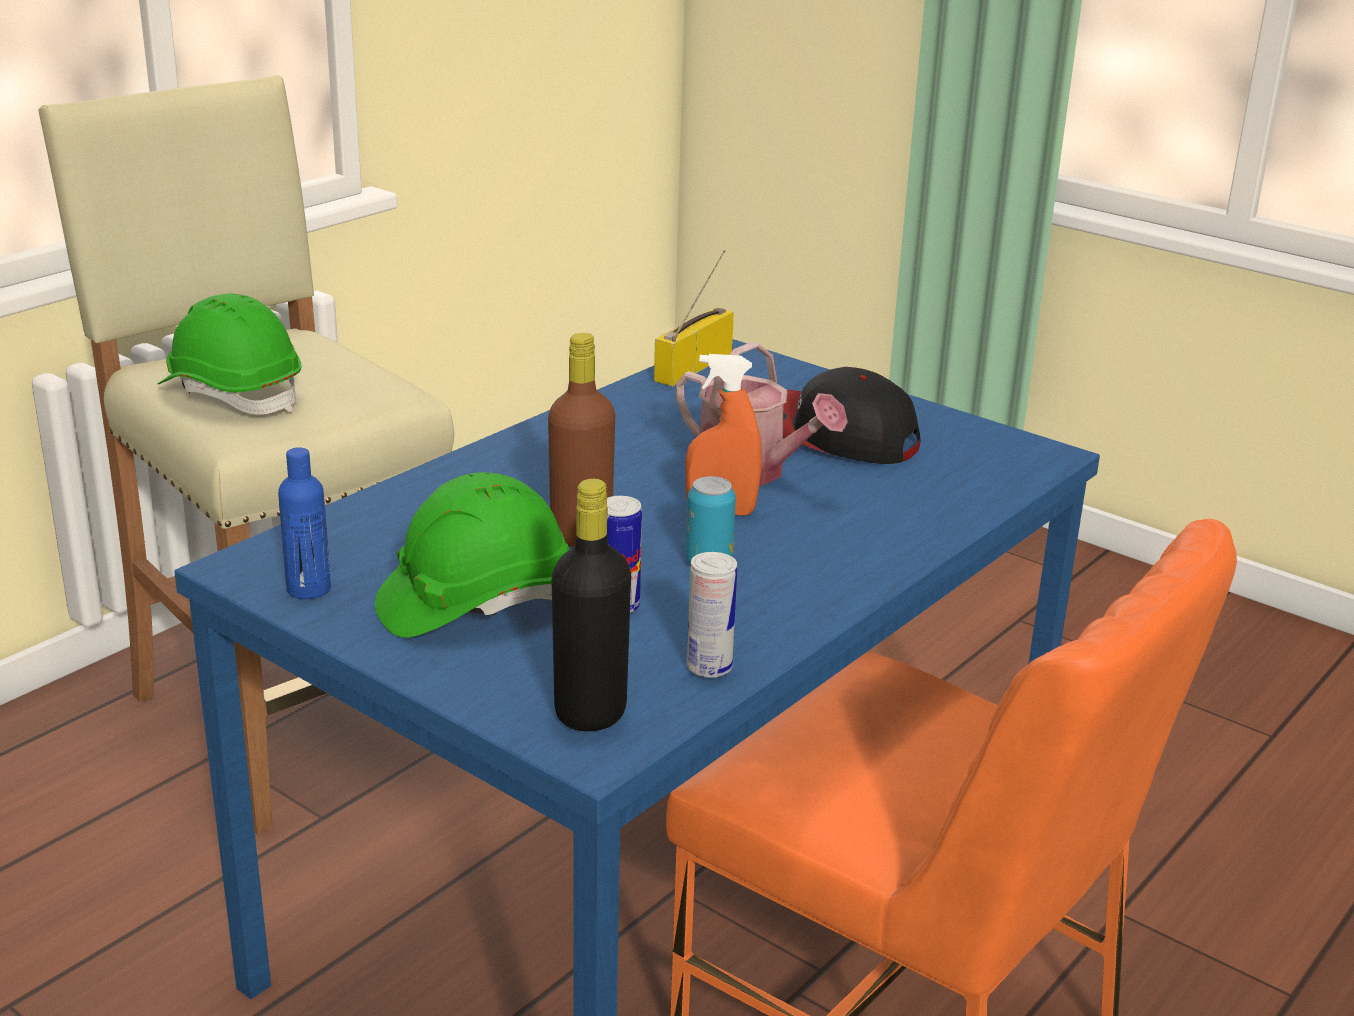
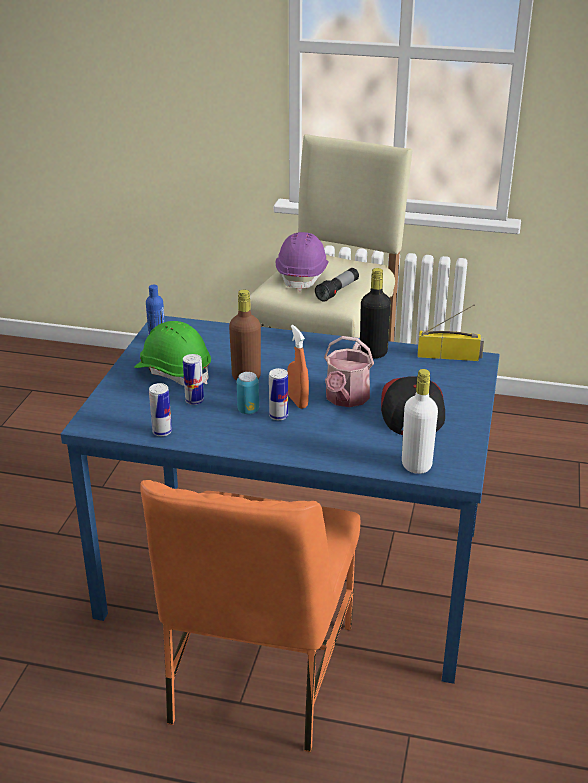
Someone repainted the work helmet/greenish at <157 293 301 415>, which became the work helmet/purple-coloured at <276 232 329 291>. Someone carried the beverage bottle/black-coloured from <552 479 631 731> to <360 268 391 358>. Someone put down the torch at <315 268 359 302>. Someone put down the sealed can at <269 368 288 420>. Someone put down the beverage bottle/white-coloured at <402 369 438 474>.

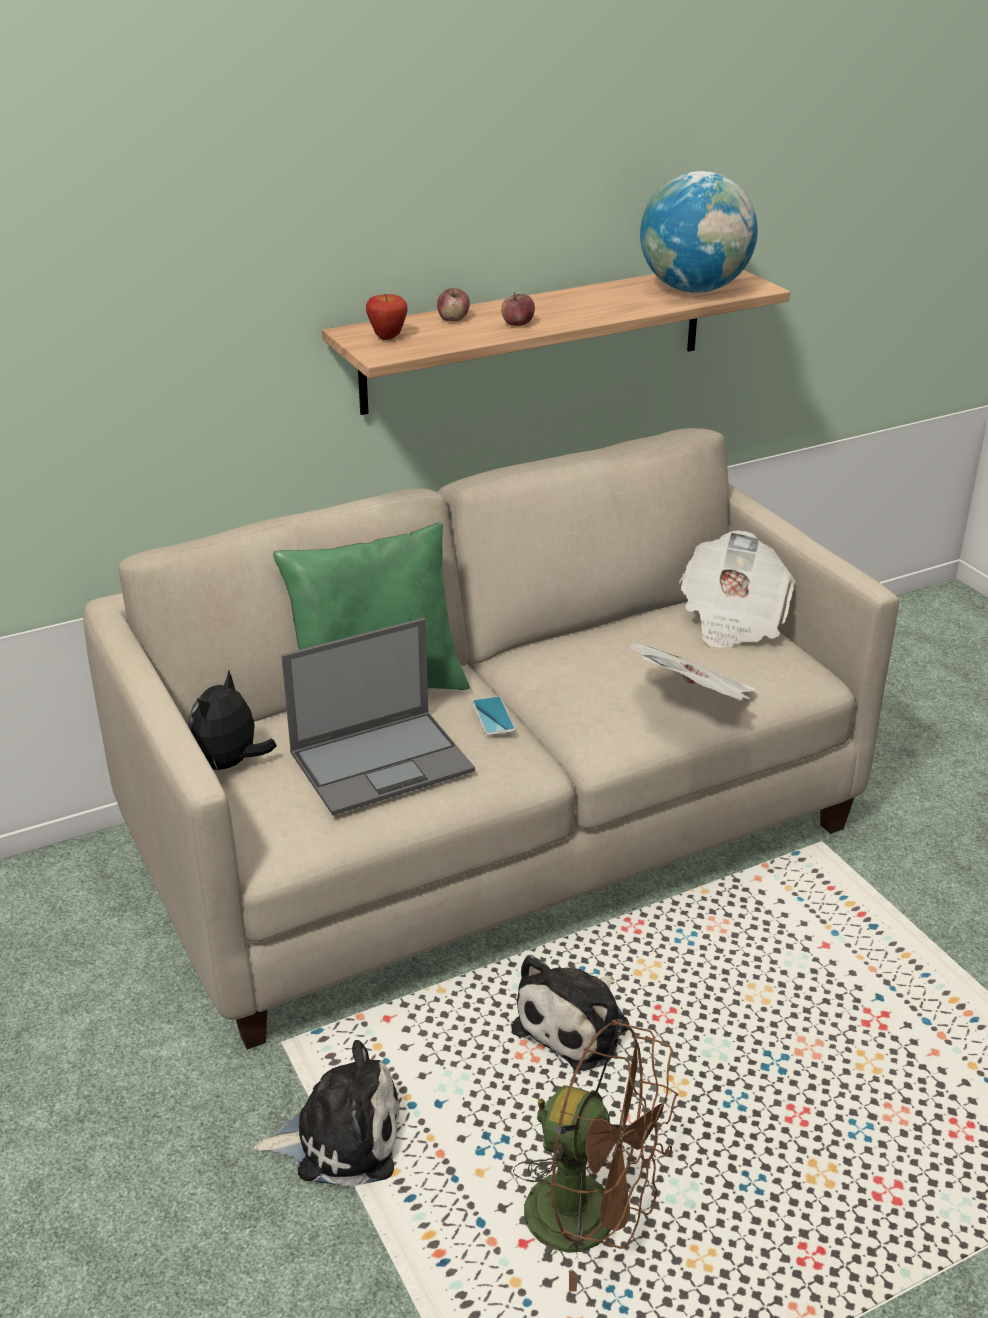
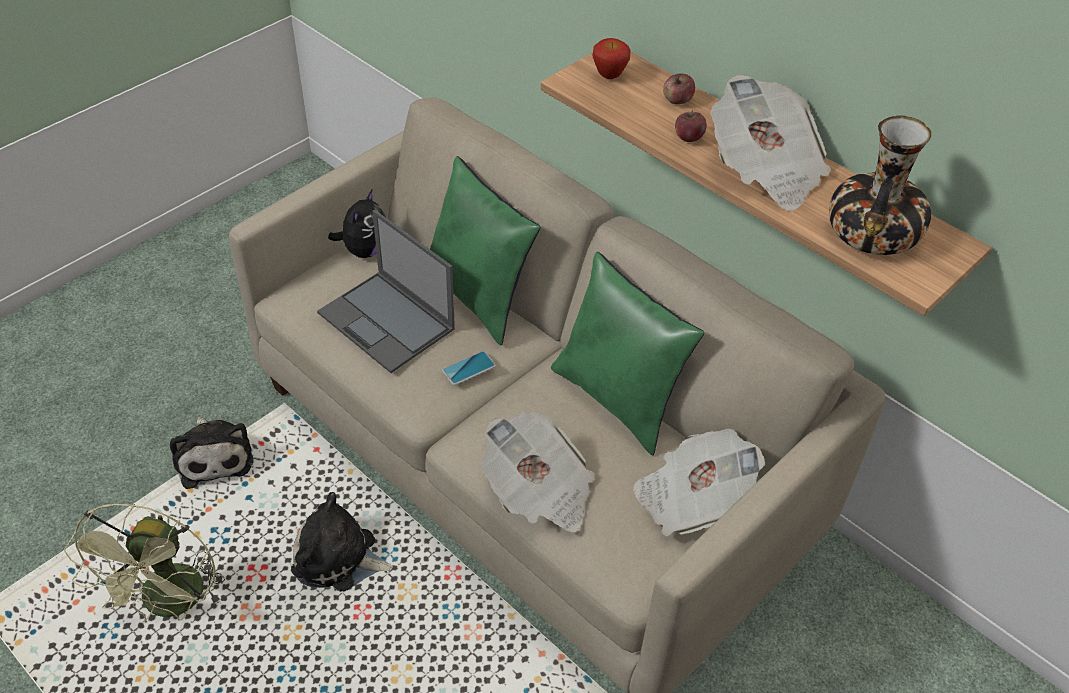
Someone swapped the desk globe at <640 171 758 293> for the decorative vase at <829 115 932 255>. Someone rotated the cuddly toy at <188 670 277 772> by 105 degrees clockwise. Someone repainted the fan/brownish at <513 1019 678 1292>, which became the fan/greenish at <64 504 225 623>. Someone put down the newspaper at <711 74 831 211>. Someone put down the throw pillow/greenish at <551 252 704 456>.

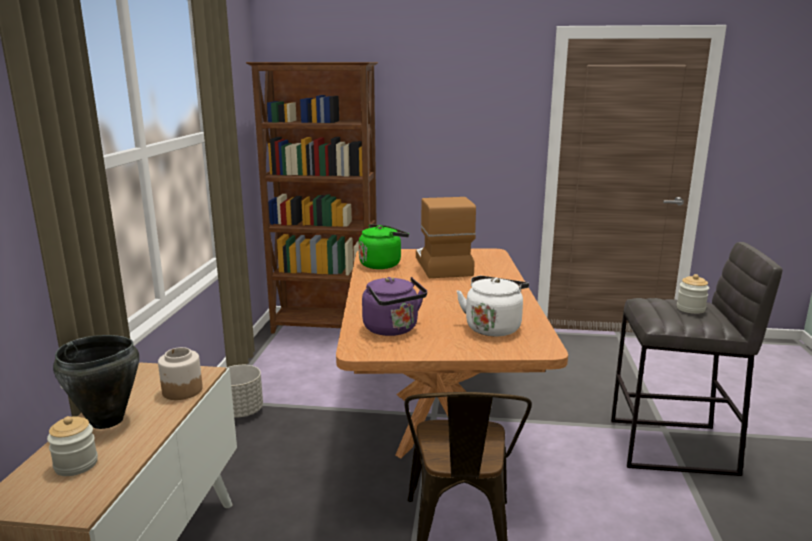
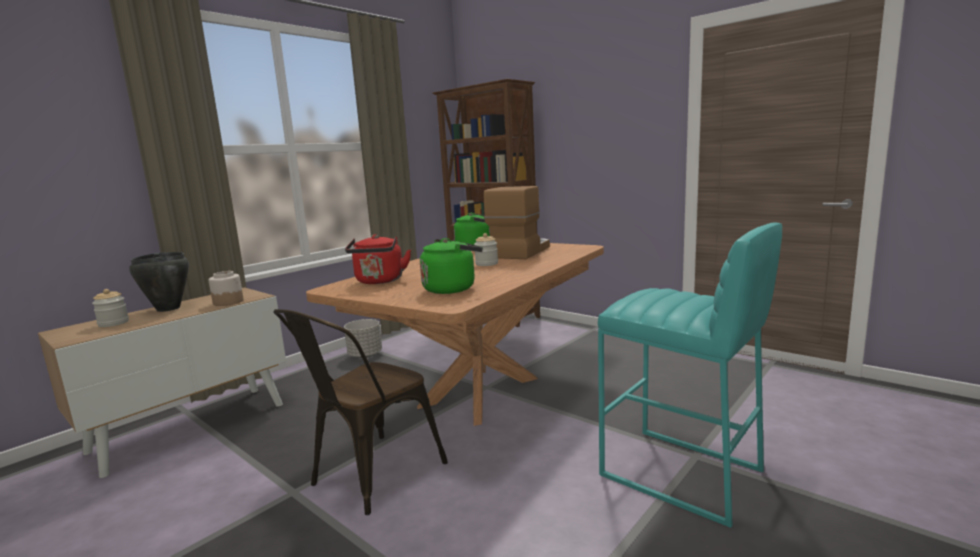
Someone repainted the stool/grey at <611 242 783 476>, which became the stool/turquoise-coloured at <598 223 782 528>. Someone carried the jar from <677 274 709 314> to <474 233 498 266>. Someone repainted the tea kettle/white-coloured at <457 276 529 336>, which became the tea kettle/greenish at <420 238 483 294>. Someone repainted the tea kettle/purple-coloured at <362 277 427 336>, which became the tea kettle/red at <345 234 411 284>.

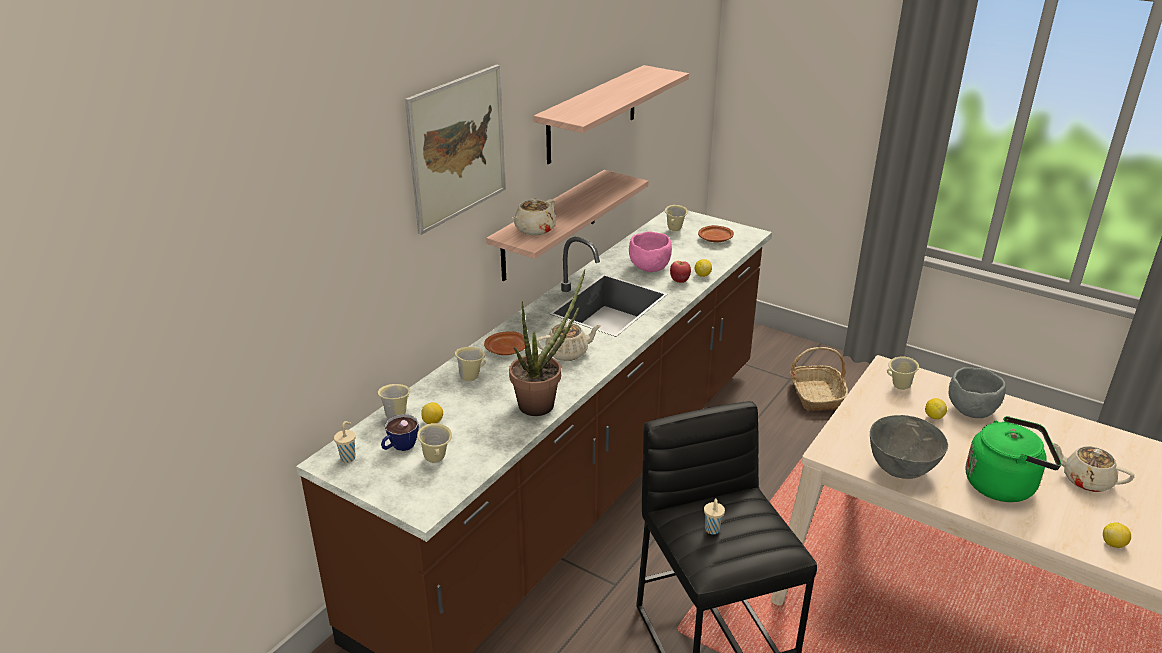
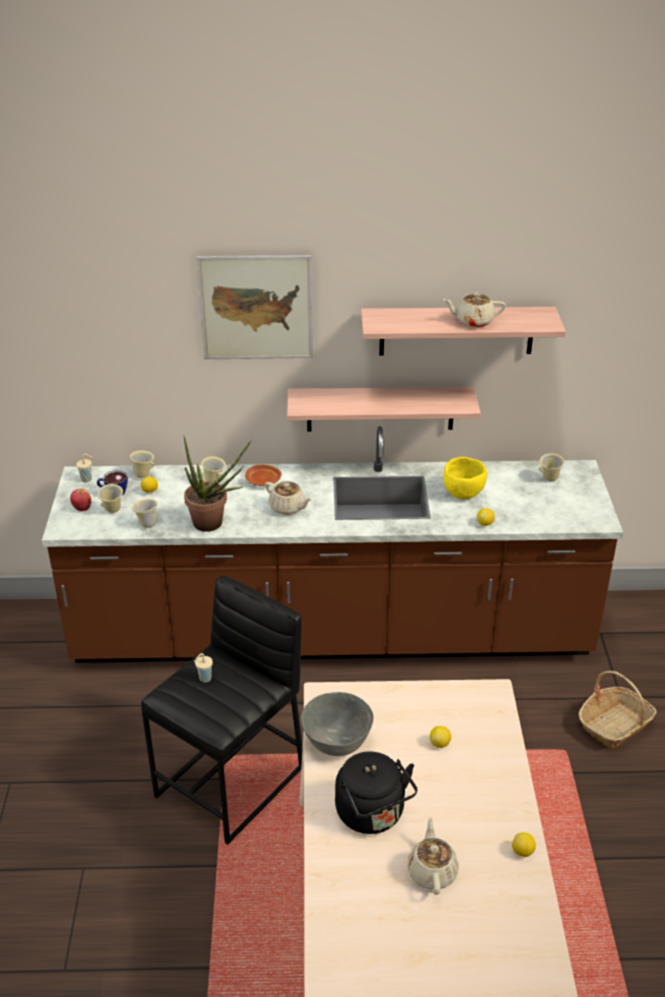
Someone carried the pot for tea/beige from <512 198 556 236> to <443 292 506 327>. Someone took away the plate/brownish at <698 225 734 242>. Someone repainted the serving bowl/pink at <629 231 672 272>, which became the serving bowl/yellow at <443 457 487 499>. Someone carried the apple from <670 261 691 283> to <70 488 91 511>. Someone carried the mug/beige from <887 356 919 390> to <132 498 157 528>. Someone took away the serving bowl/grey at <948 367 1006 418>. Someone repainted the tea kettle/greenish at <965 416 1062 502>, which became the tea kettle/black-coloured at <335 751 417 834>. Someone carried the whole lemon from <1103 522 1131 548> to <512 832 536 857>.

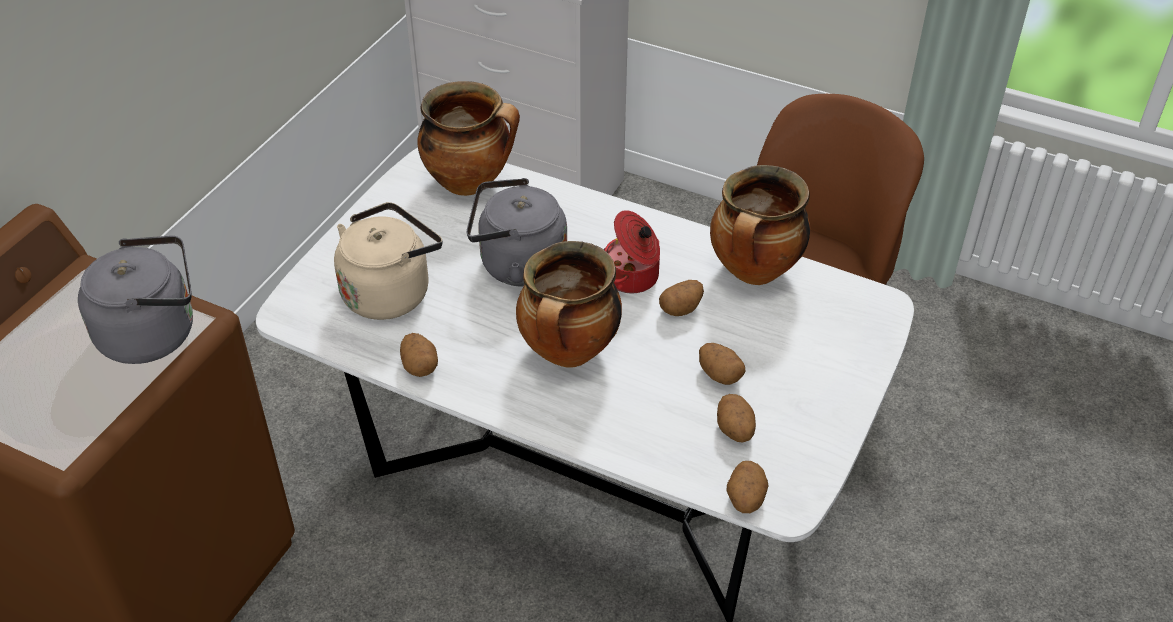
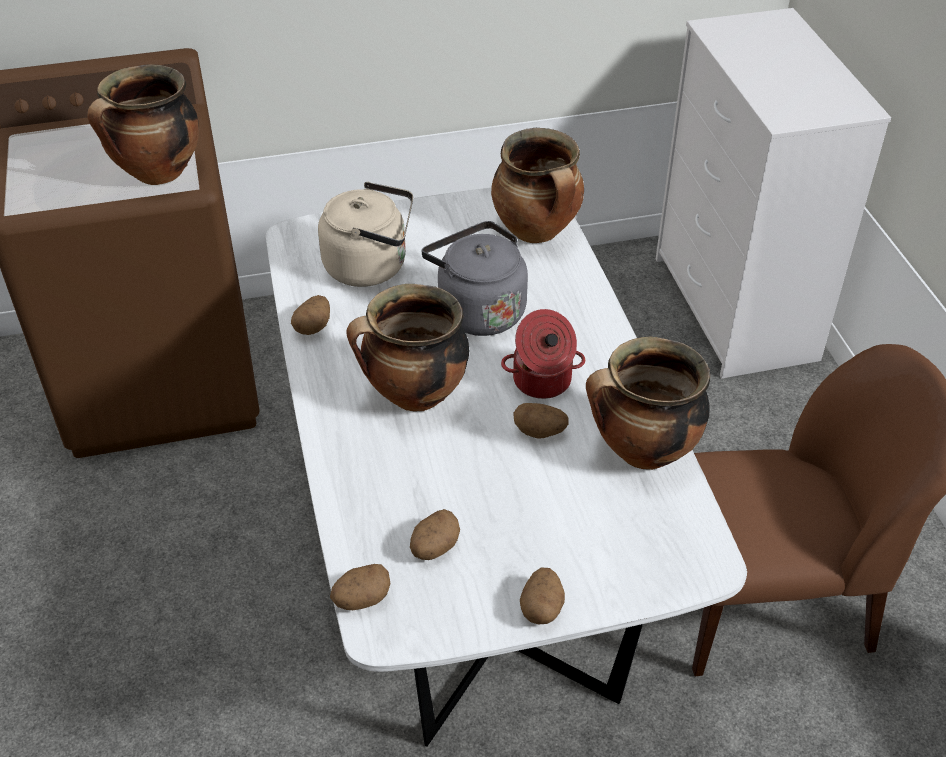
Someone swapped the tea kettle/grey at <78 236 193 364> for the stockpot at <87 64 199 185>. Someone carried the whole potato from <699 343 746 385> to <520 567 565 624>.

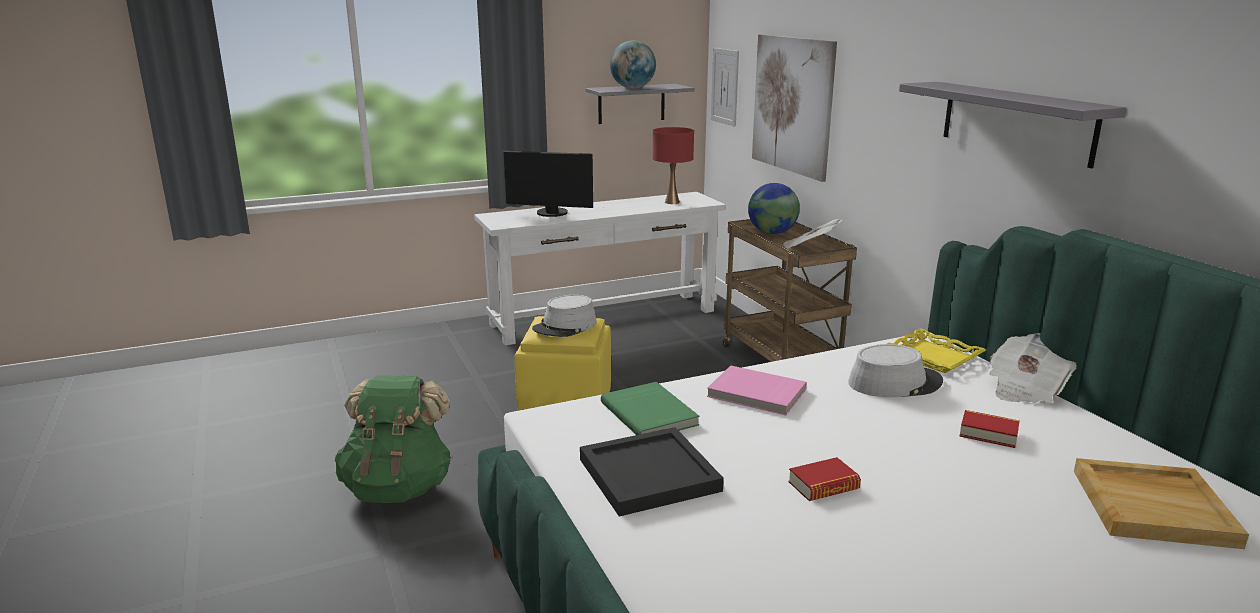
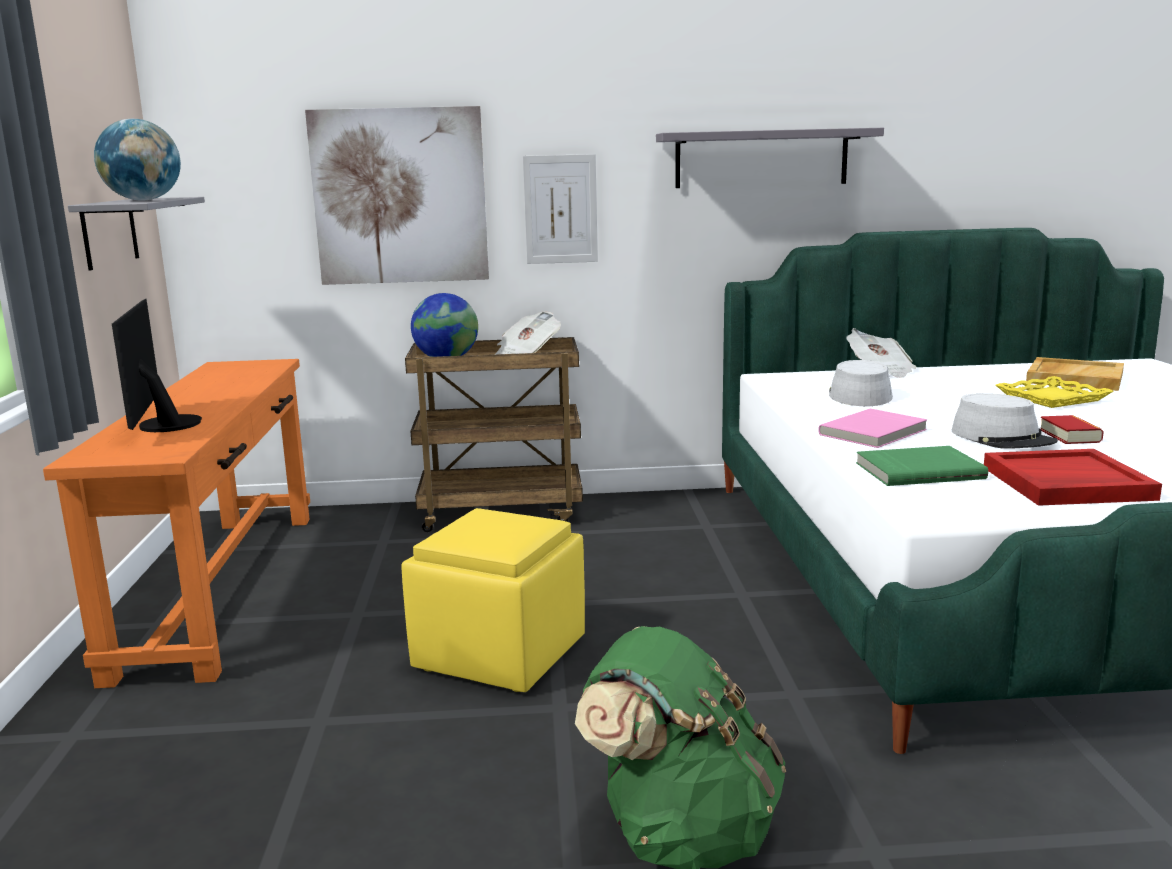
Someone carried the picture from <711 48 739 127> to <523 154 598 264>. Someone took away the lamp for a table/red at <653 127 694 204>. Someone rotated the computer display at <503 151 593 217> by 135 degrees clockwise. Someone repainted the narrow table/white-coloured at <474 192 726 346>, which became the narrow table/orange-coloured at <43 359 310 688>. Someone carried the hat/grey from <532 295 597 337> to <952 393 1058 449>. Someone carried the serving tray/yellow from <887 328 986 373> to <996 376 1114 408>. Someone took away the book at <959 410 1020 448>. Someone repainted the serving tray/black-coloured at <580 427 724 517>, which became the serving tray/red at <984 449 1162 506>.

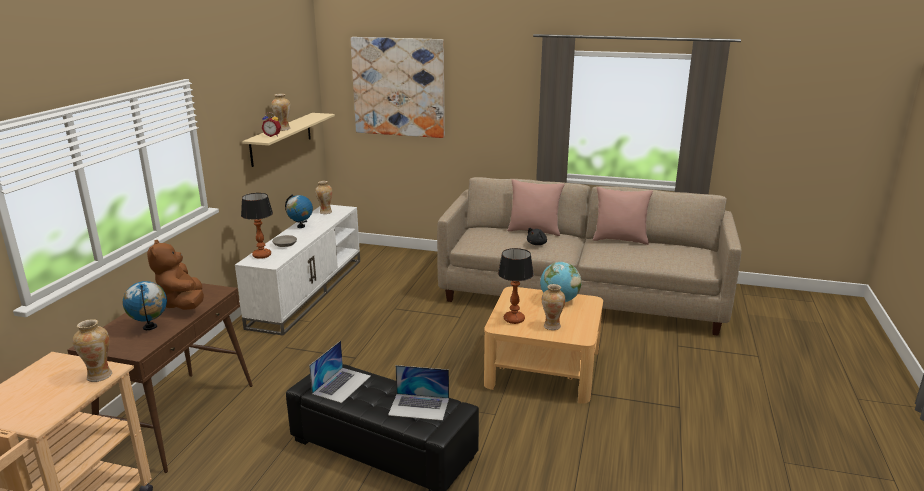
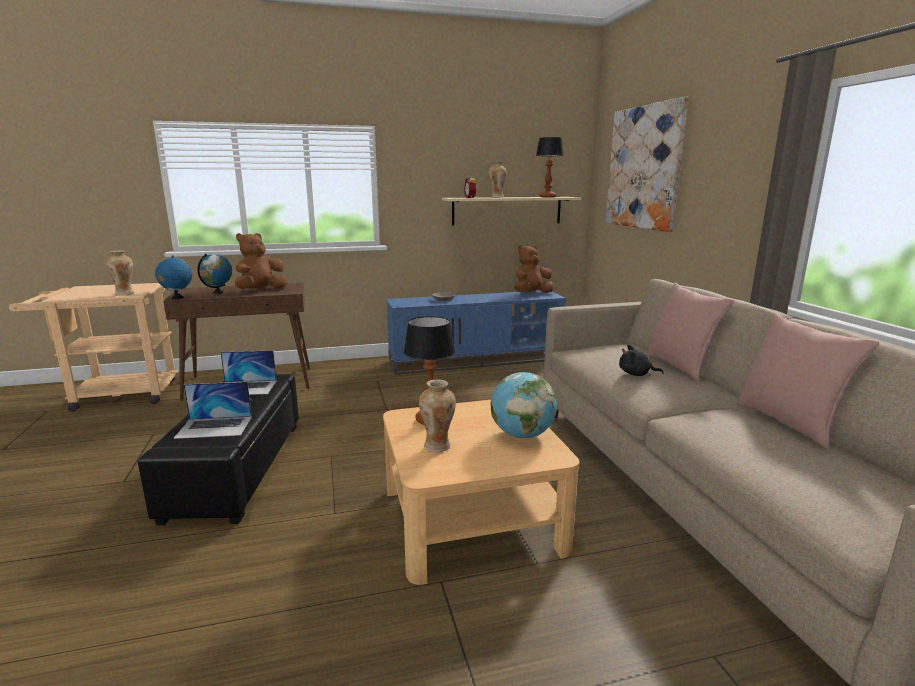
Someone swapped the decorative vase at <315 181 333 214> for the cuddly toy/brownish at <514 245 553 293>. Someone carried the lamp for a table from <241 193 273 259> to <536 137 564 197>. Someone carried the desk globe from <285 194 313 228> to <155 255 192 299>. Someone repainted the media console/white-coloured at <235 205 360 336>, which became the media console/blue at <386 291 566 375>. Someone rotated the notebook computer at <388 365 449 421> by 75 degrees counterclockwise.

